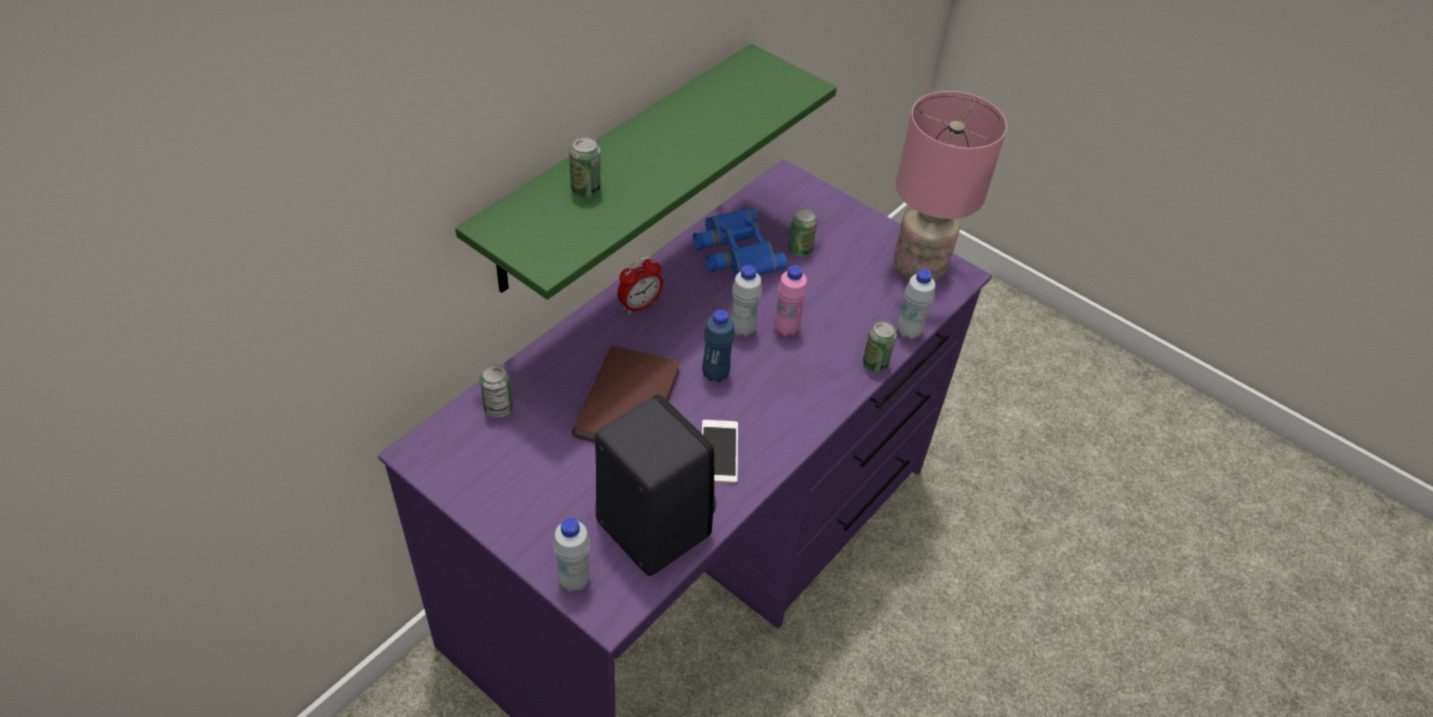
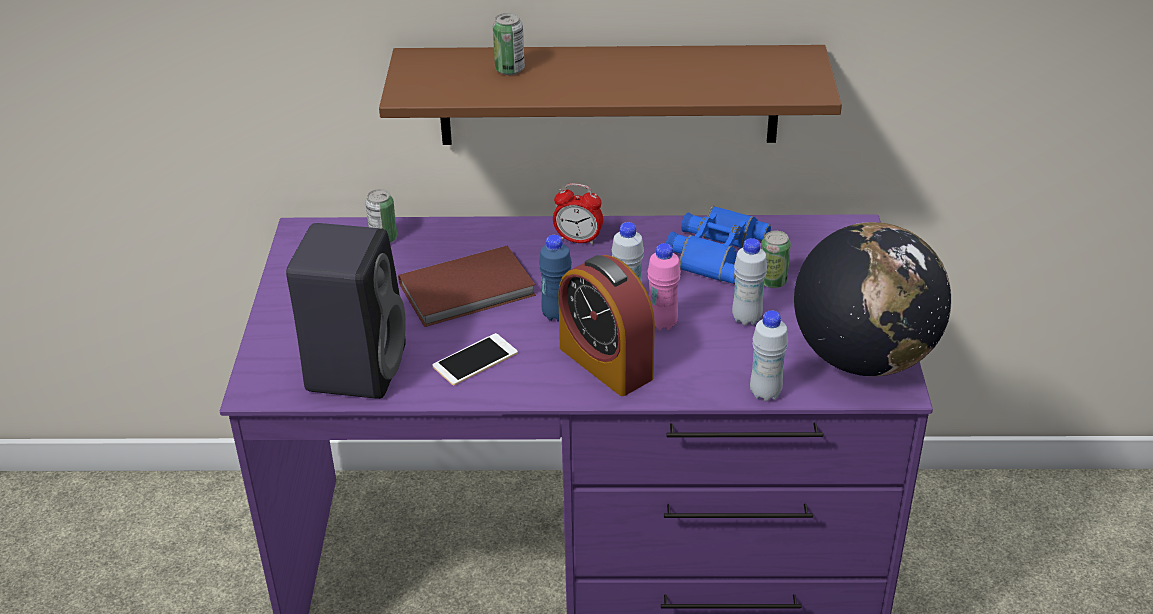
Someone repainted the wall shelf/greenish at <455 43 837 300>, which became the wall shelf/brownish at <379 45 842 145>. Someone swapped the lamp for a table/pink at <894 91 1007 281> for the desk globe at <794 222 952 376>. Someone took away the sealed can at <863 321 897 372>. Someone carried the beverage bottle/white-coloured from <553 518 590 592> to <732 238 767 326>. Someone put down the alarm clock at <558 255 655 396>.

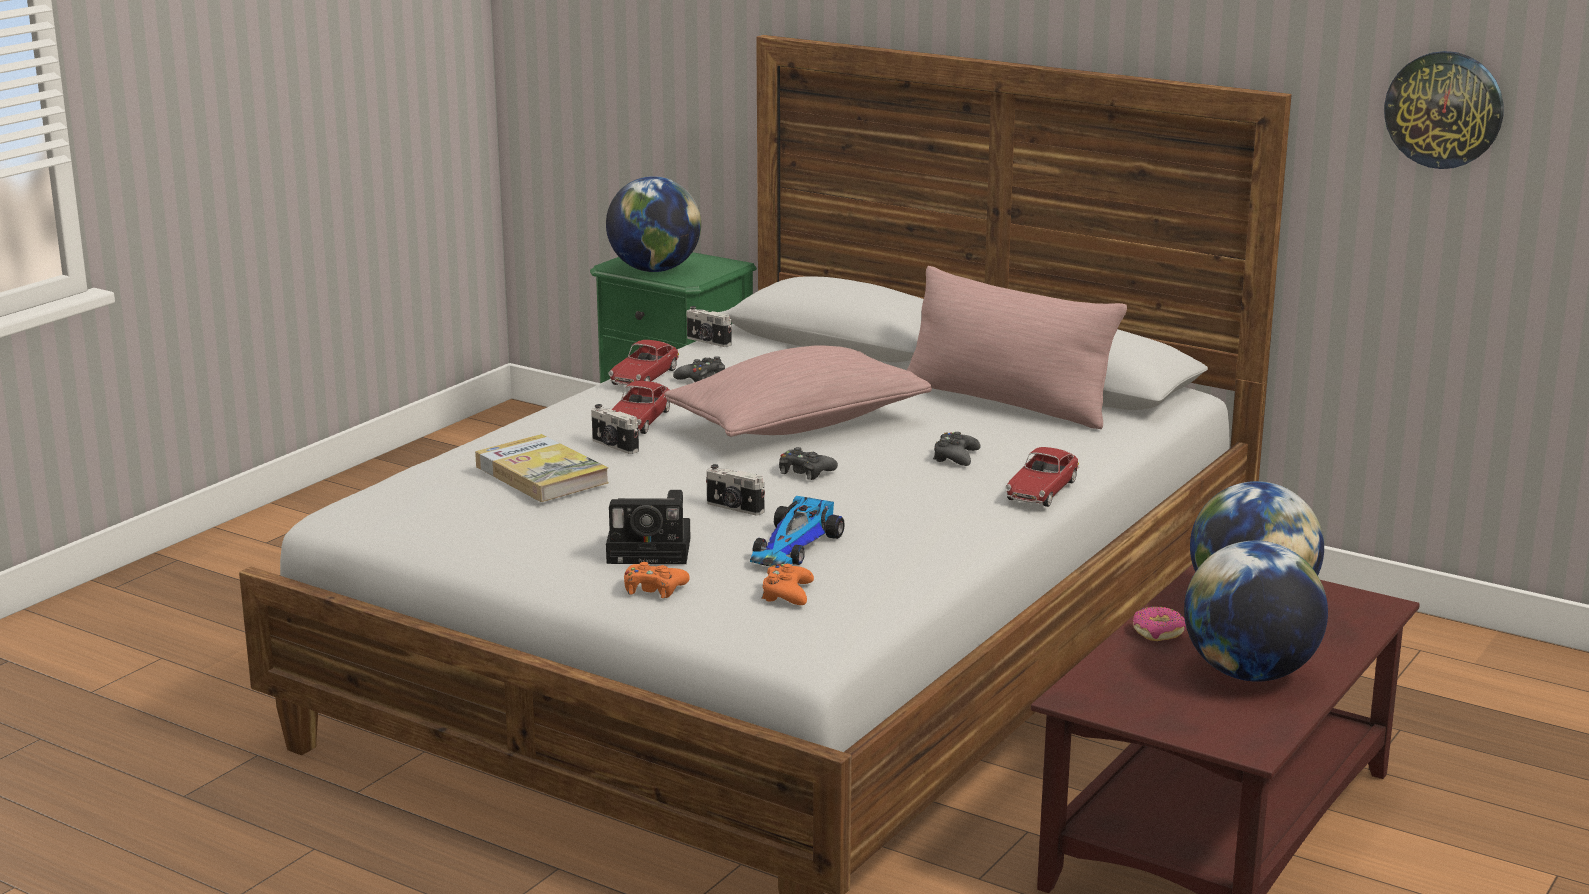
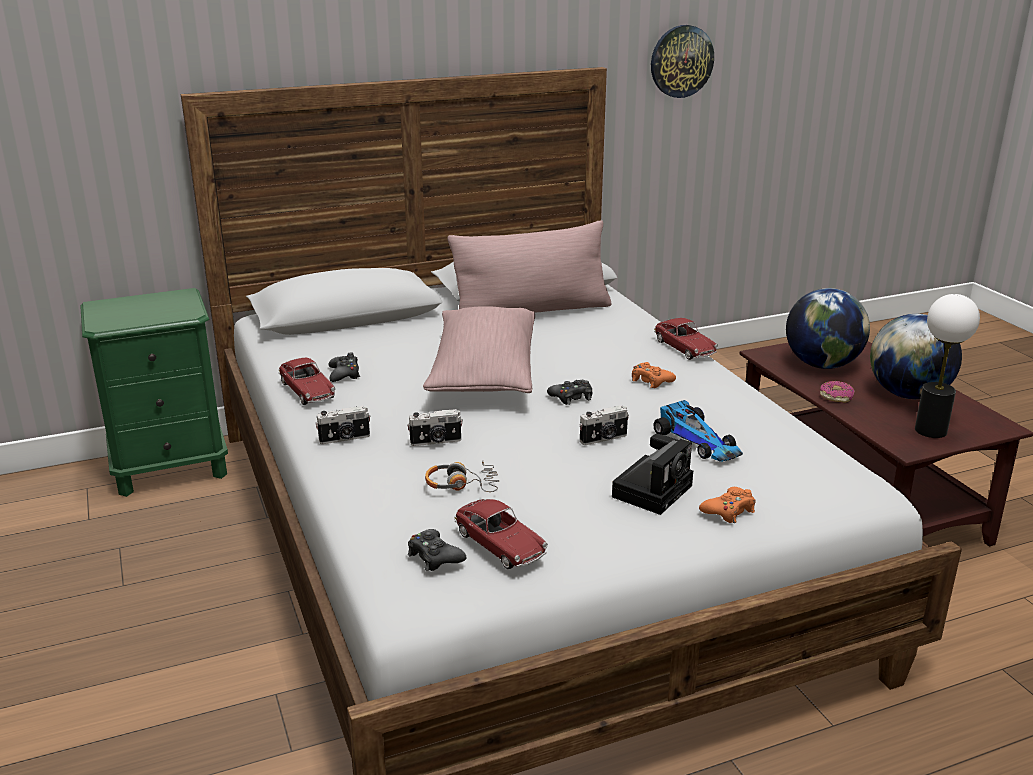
Someone took away the desk globe at <606 176 701 272>. Someone carried the photo camera from <687 306 732 347> to <315 406 371 444>. Someone carried the toy car from <612 381 670 434> to <455 499 548 569>. Someone carried the joypad/black-coloured from <933 432 980 466> to <408 529 466 571>. Someone swapped the book at <475 434 609 502> for the pair of headphones at <425 460 499 492>. Someone carried the joypad/orange-coloured from <761 564 814 605> to <632 362 676 388>. Someone put down the lamp for a table at <915 294 980 438>.

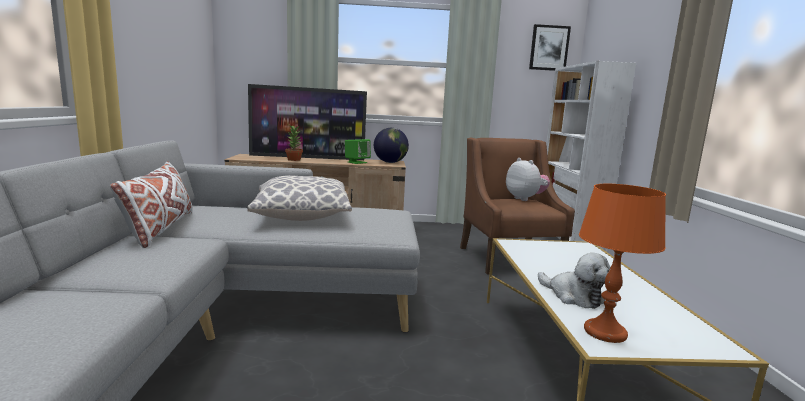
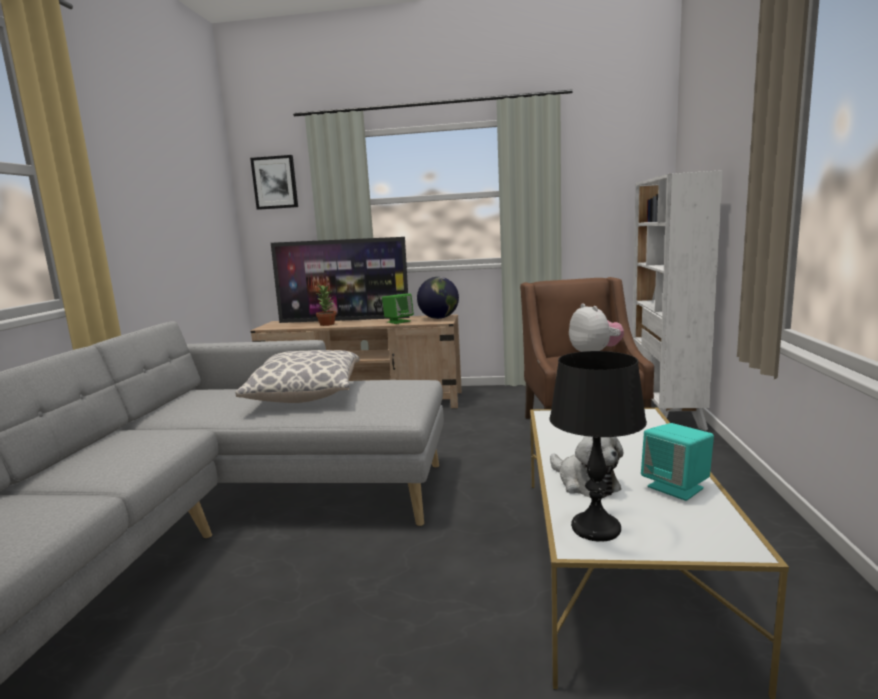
Someone carried the picture from <529 24 571 71> to <250 155 298 210>. Someone took away the throw pillow/white-coloured at <110 161 193 248>. Someone repainted the lamp for a table/orange-coloured at <579 184 666 343>, which became the lamp for a table/black-coloured at <549 351 647 542>. Someone put down the loudspeaker/turquoise-coloured at <641 423 714 501>.

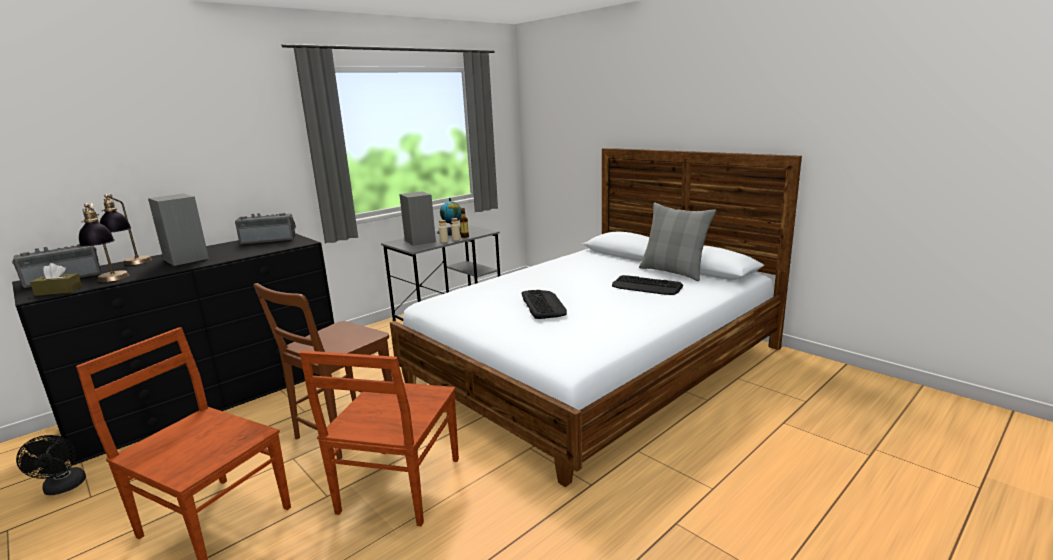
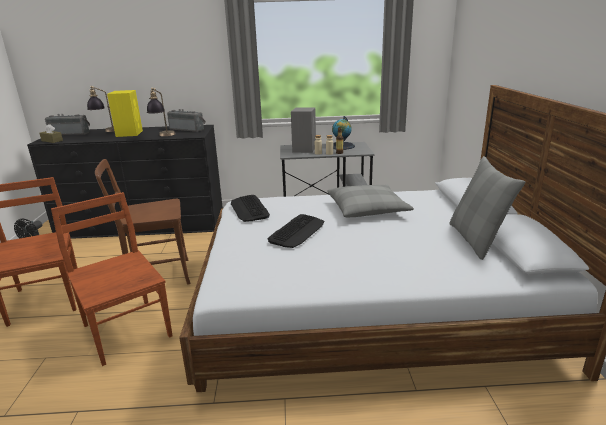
Someone repainted the loudspeaker/grey at <148 194 209 266>, which became the loudspeaker/yellow at <107 90 143 137>. Someone carried the lamp for a table from <79 203 130 282> to <147 87 176 136>. Someone carried the PC keyboard from <612 275 683 295> to <231 195 270 222>. Someone rotated the plain chair/brownish at <299 350 459 526> by 90 degrees clockwise. Someone put down the throw pillow/grey at <327 185 414 217>.

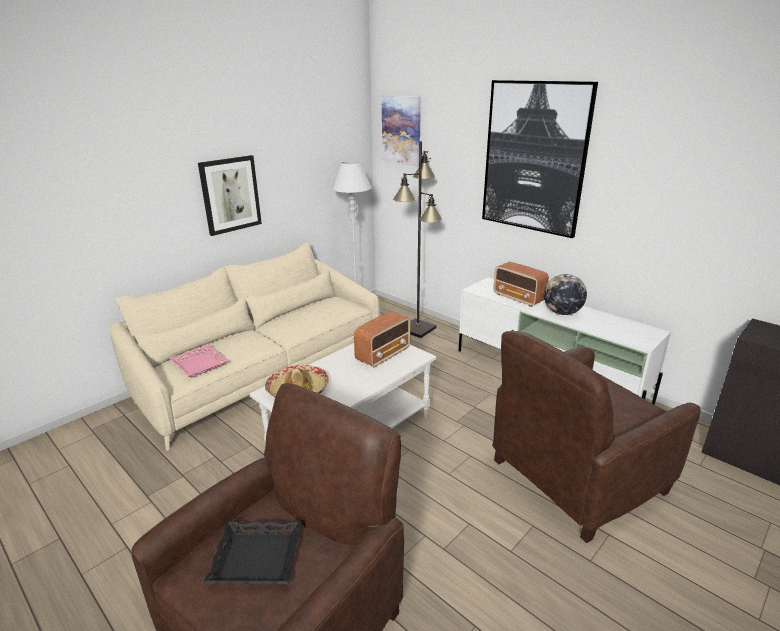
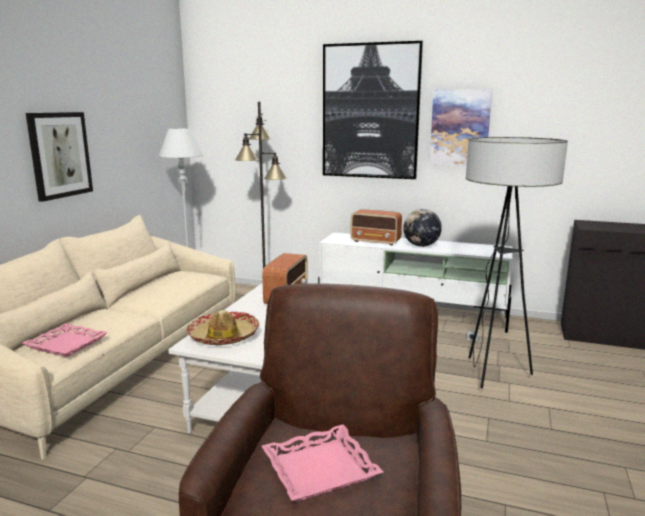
Someone carried the picture from <381 95 421 167> to <429 89 492 166>. Someone swapped the lounge chair/brownish at <493 331 701 543> for the standard lamp at <466 137 568 389>. Someone repainted the serving tray/black-coloured at <203 521 301 584>, which became the serving tray/pink at <262 424 383 501>.

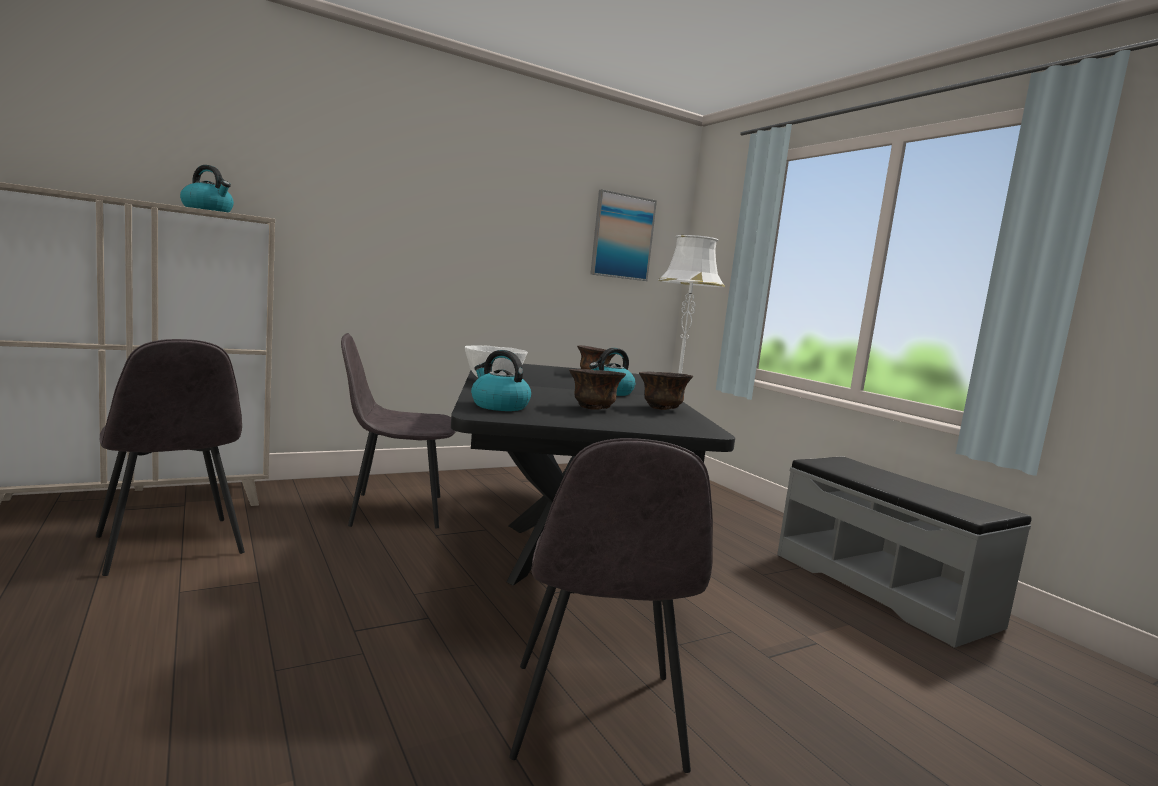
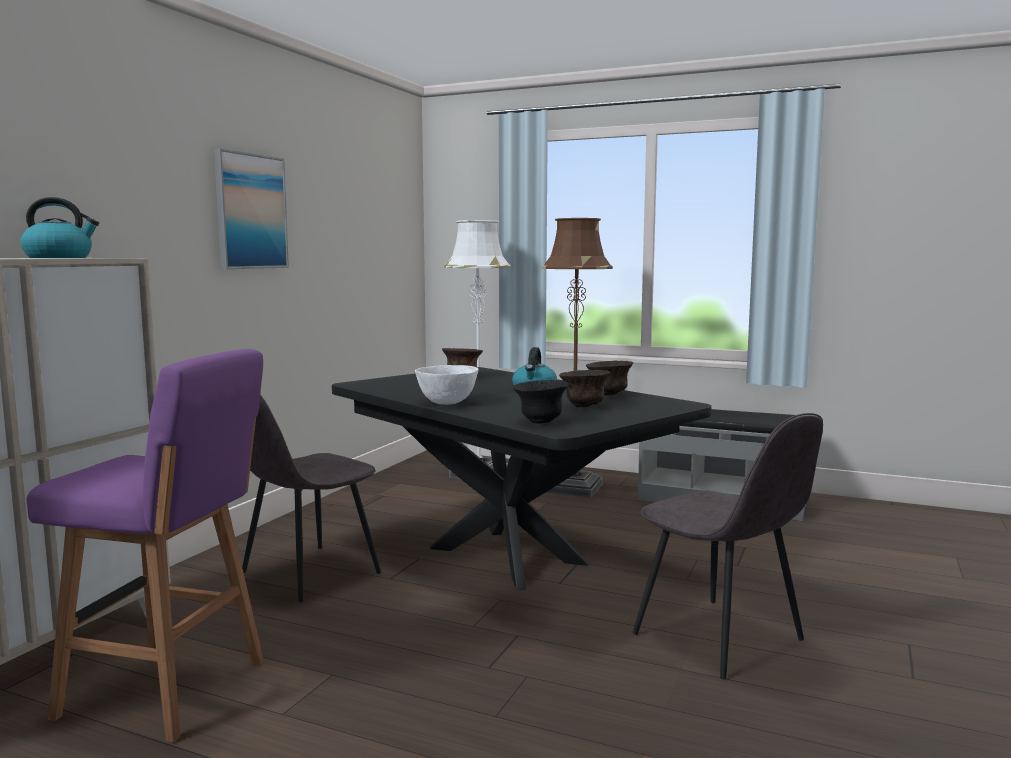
Someone carried the picture from <590 189 657 281> to <214 148 289 269>. Someone swapped the plain chair/grey at <96 339 245 576> for the stool/purple-coloured at <27 349 264 743>. Someone swapped the tea kettle at <471 350 531 411> for the serving bowl/black-coloured at <513 380 569 423>. Someone put down the standard lamp/brownish at <542 218 613 498>.

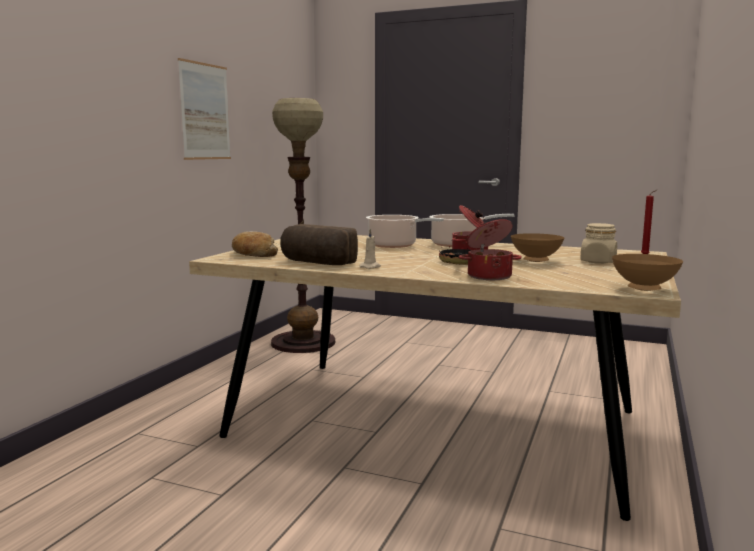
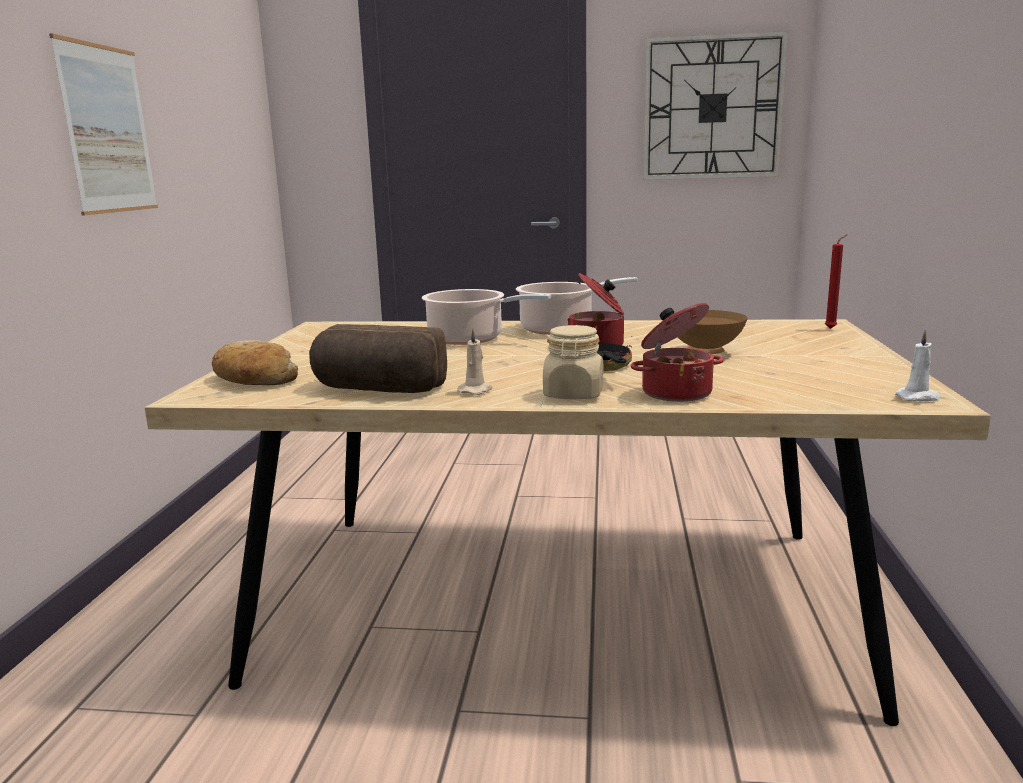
Someone took away the standard lamp at <271 98 335 353>. Someone carried the jar/beige from <580 223 617 264> to <543 325 603 400>. Someone swapped the serving bowl/brownish at <612 254 683 291> for the wax light/white-coloured at <895 330 941 401>. Someone put up the clock on the wall at <643 31 789 180>.

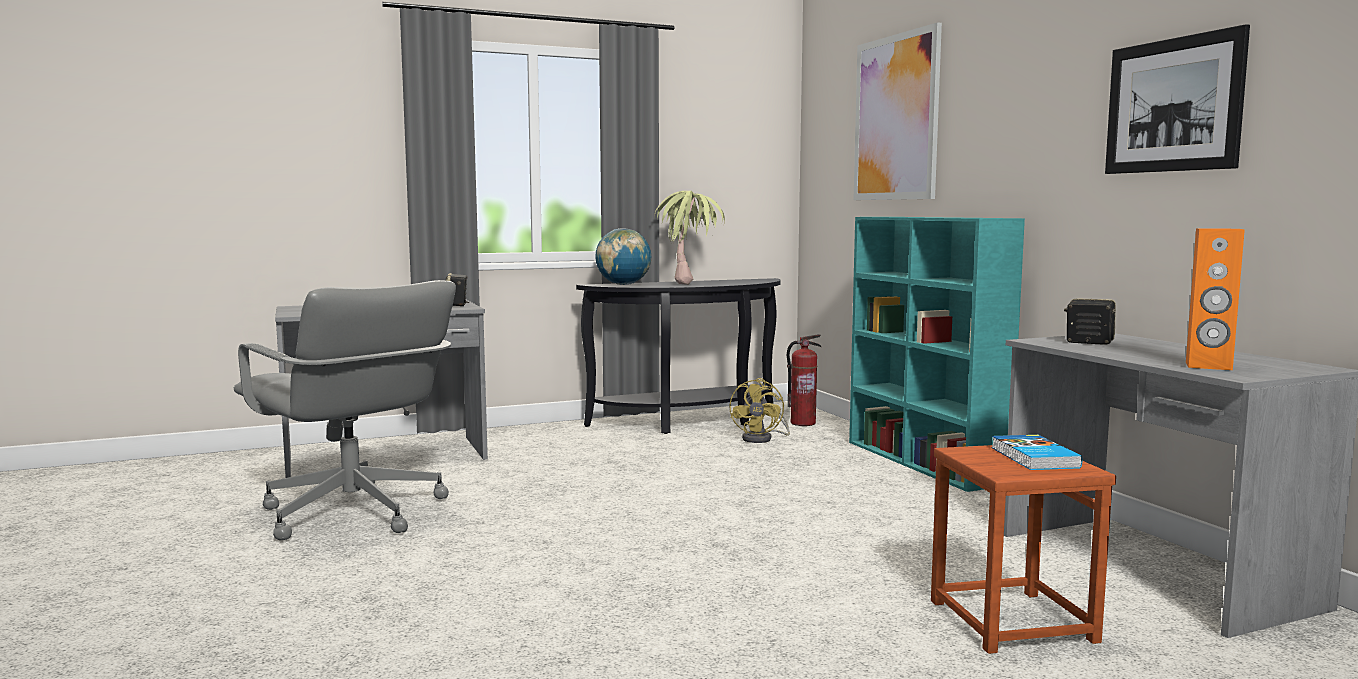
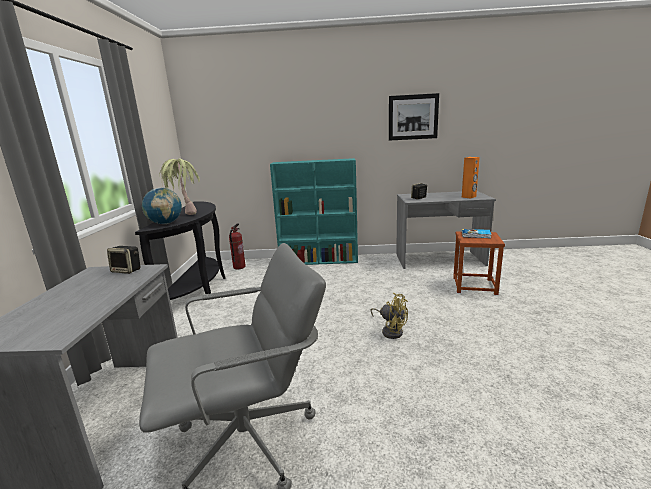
Someone took away the picture at <853 22 942 200>. Someone carried the fan/yellow from <729 378 790 443> to <370 293 408 339>.

